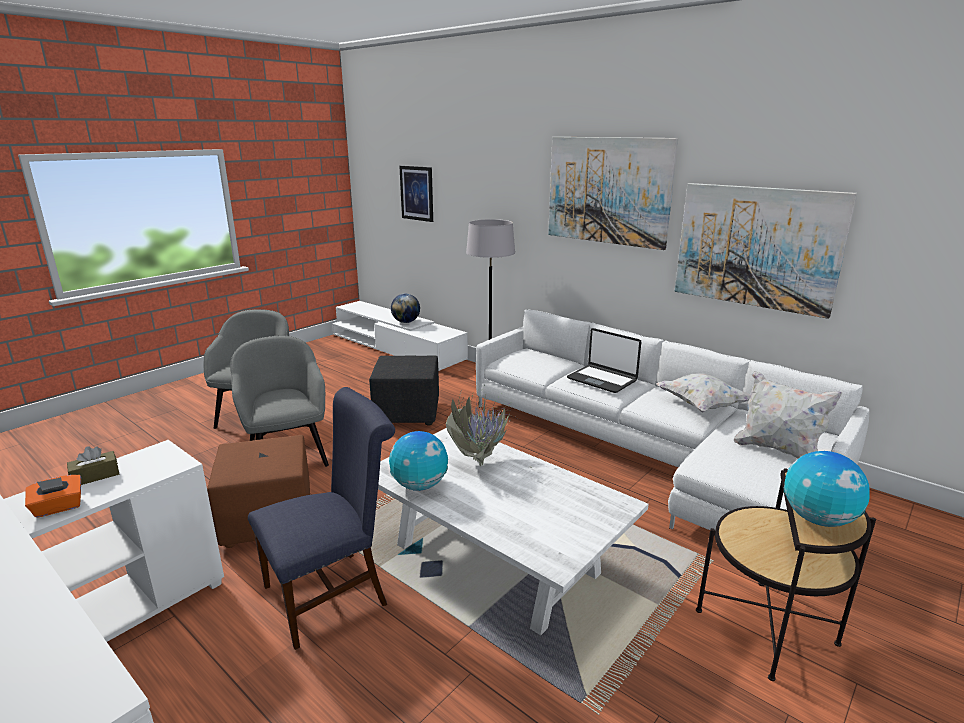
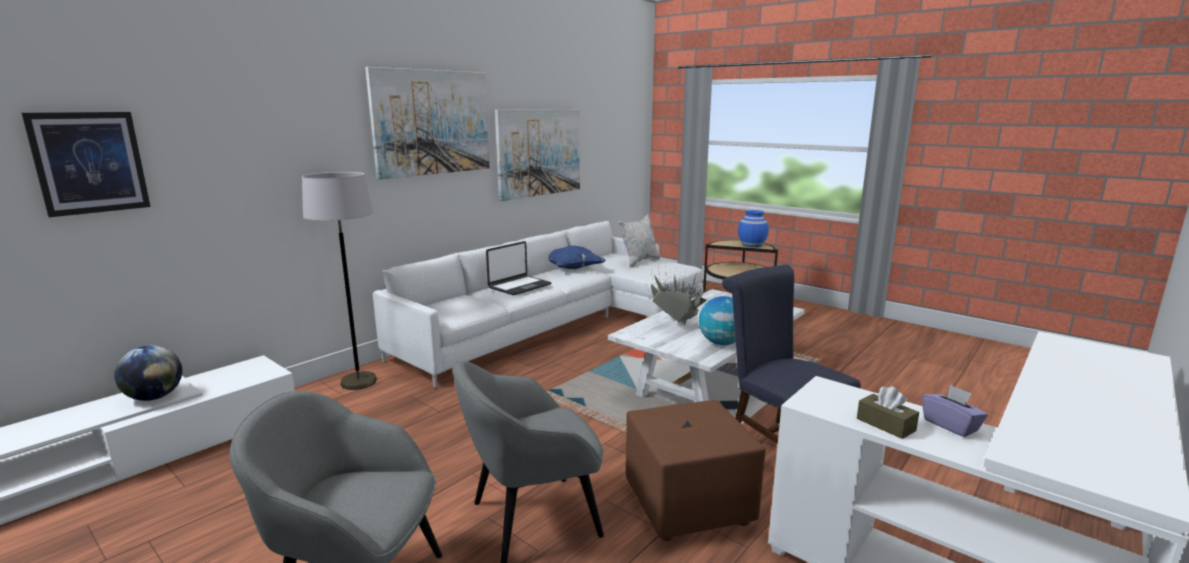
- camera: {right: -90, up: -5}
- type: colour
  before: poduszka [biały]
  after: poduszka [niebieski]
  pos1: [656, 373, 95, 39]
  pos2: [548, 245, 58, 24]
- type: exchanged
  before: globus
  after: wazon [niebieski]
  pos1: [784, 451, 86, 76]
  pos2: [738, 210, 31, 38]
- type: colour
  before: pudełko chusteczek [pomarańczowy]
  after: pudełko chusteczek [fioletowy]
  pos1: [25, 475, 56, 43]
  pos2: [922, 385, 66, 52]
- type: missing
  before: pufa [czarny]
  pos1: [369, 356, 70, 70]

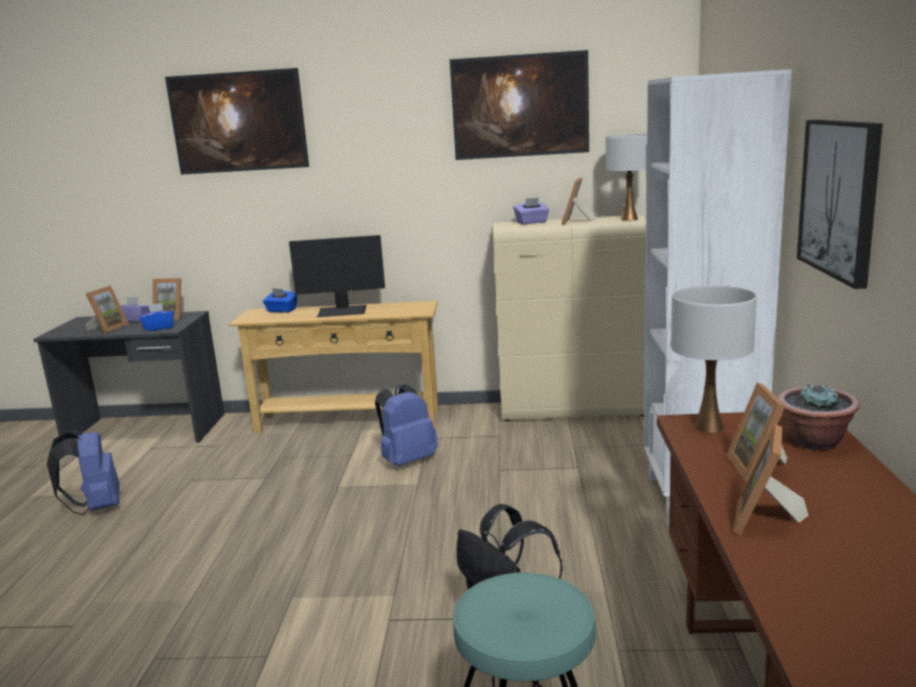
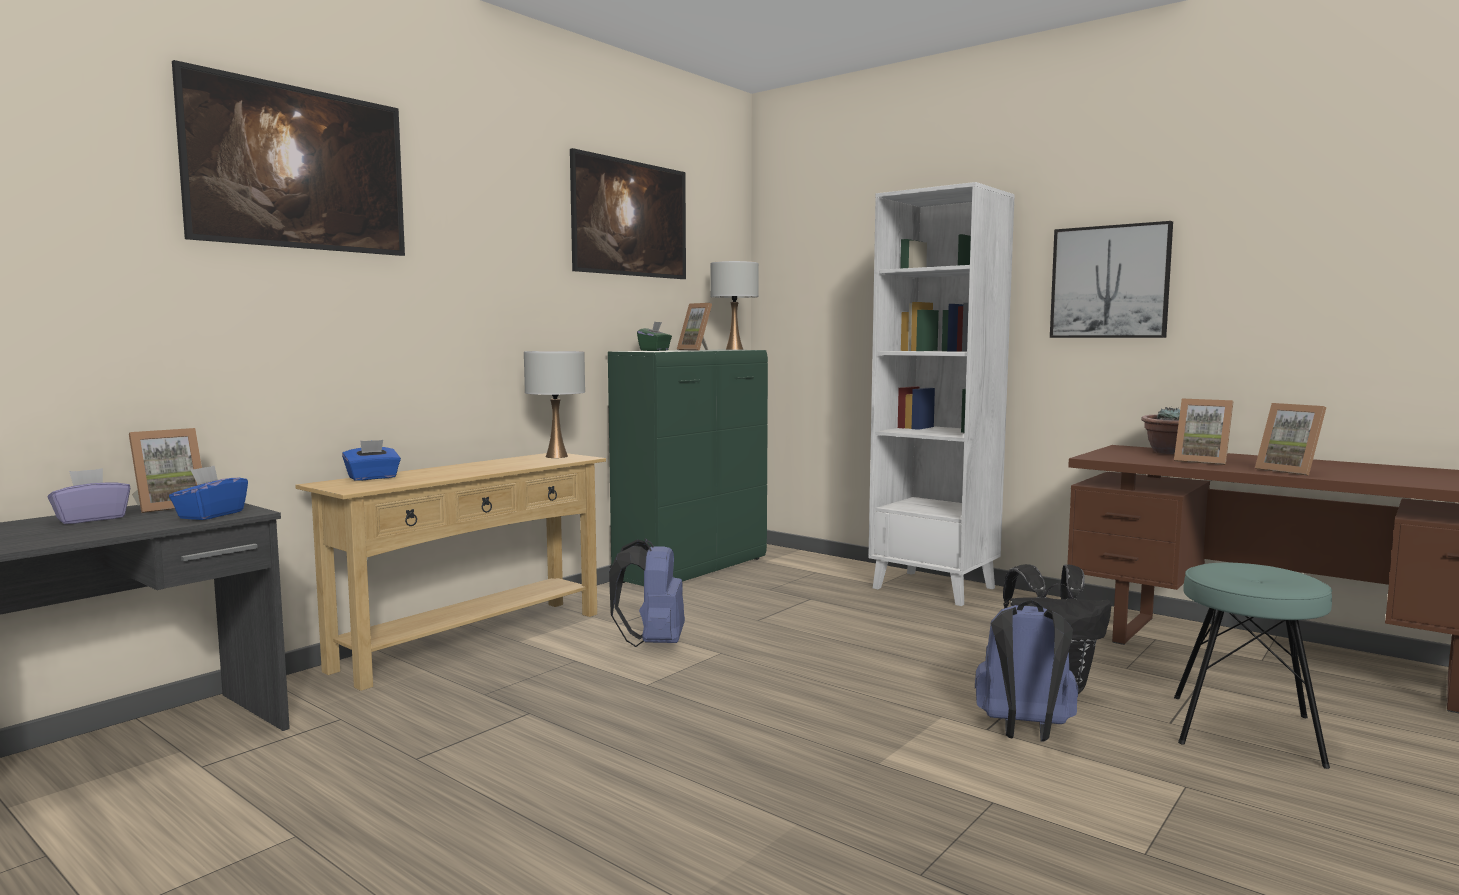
- camera: {right: -55, up: -10}
- type: relocated
  before: lampa stołowa [biały]
  pos1: [671, 285, 86, 148]
  pos2: [524, 351, 61, 107]
- type: colour
  before: szafka [beżowy]
  after: szafka [zielony]
  pos1: [493, 215, 153, 206]
  pos2: [608, 350, 160, 236]
- type: colour
  before: pudełko chusteczek [fioletowy]
  after: pudełko chusteczek [zielony]
  pos1: [514, 198, 36, 26]
  pos2: [637, 321, 35, 30]
- type: relocated
  before: plecak [niebieski]
  pos1: [47, 430, 72, 85]
  pos2: [975, 600, 103, 142]
- type: missing
  before: ramka na zdjęcie
  pos1: [85, 286, 44, 47]
- type: missing
  before: monitor
  pos1: [289, 235, 96, 82]

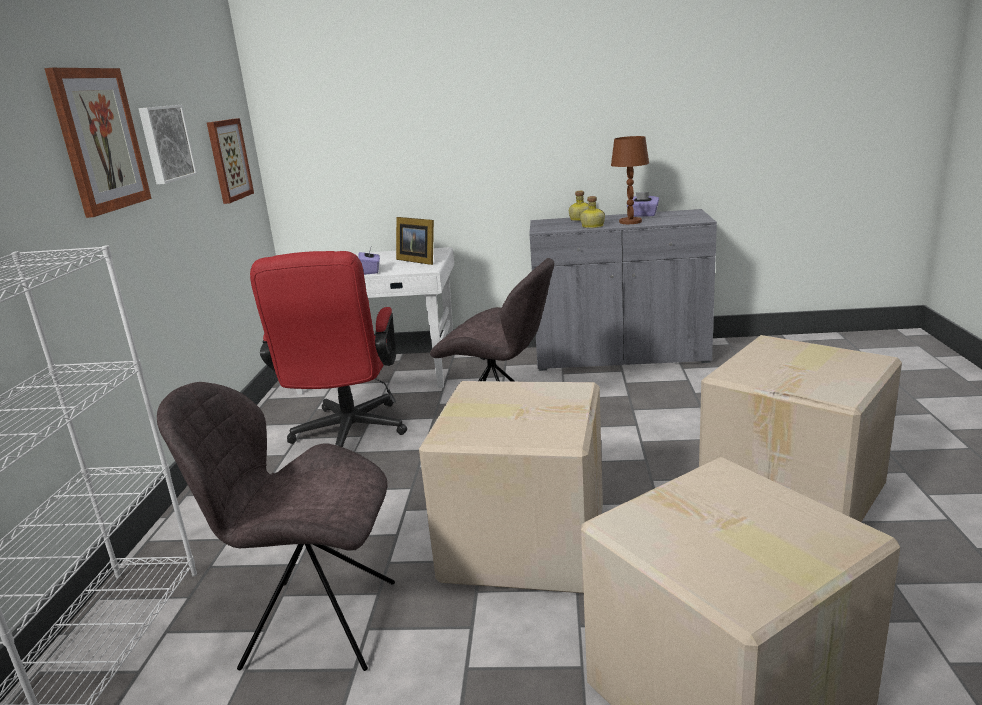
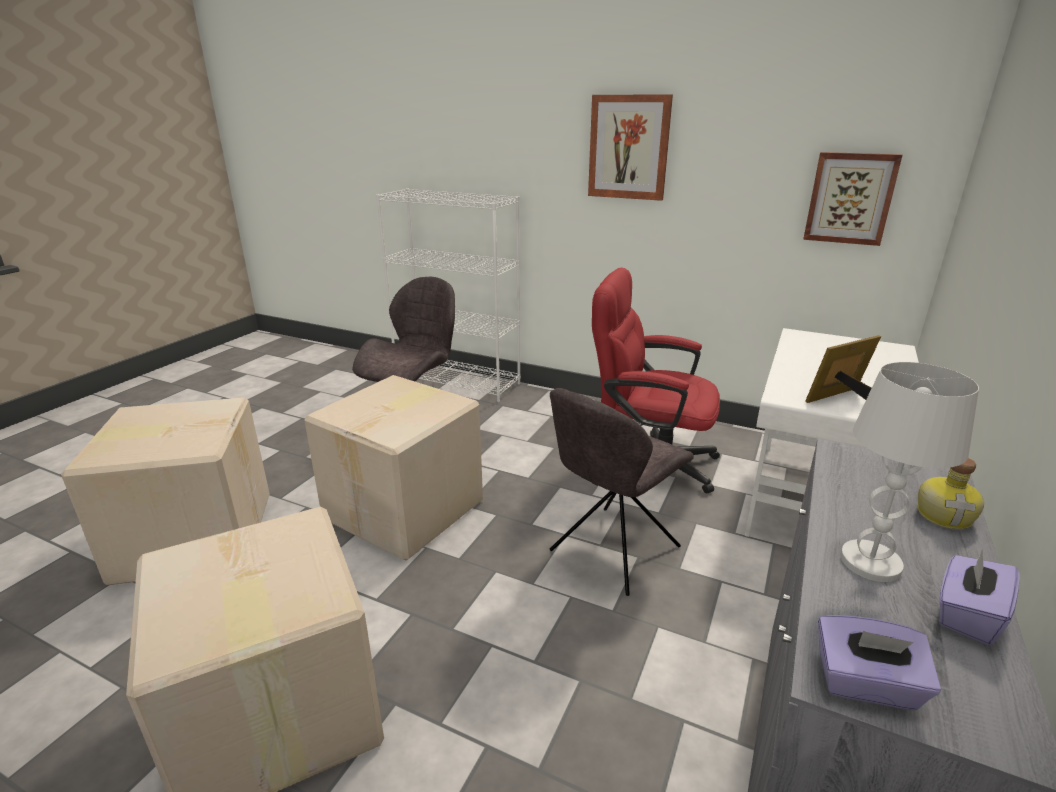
- camera: {right: 110, up: 5}
- type: relocated
  before: pudełko chusteczek [fioletowy]
  pos1: [358, 248, 22, 27]
  pos2: [818, 615, 123, 95]
- type: colour
  before: lampa stołowa [brązowy]
  after: lampa stołowa [biały]
  pos1: [611, 136, 38, 88]
  pos2: [841, 362, 138, 220]
- type: missing
  before: obraz
  pos1: [139, 105, 58, 80]
- type: missing
  before: butelka
  pos1: [580, 196, 25, 32]

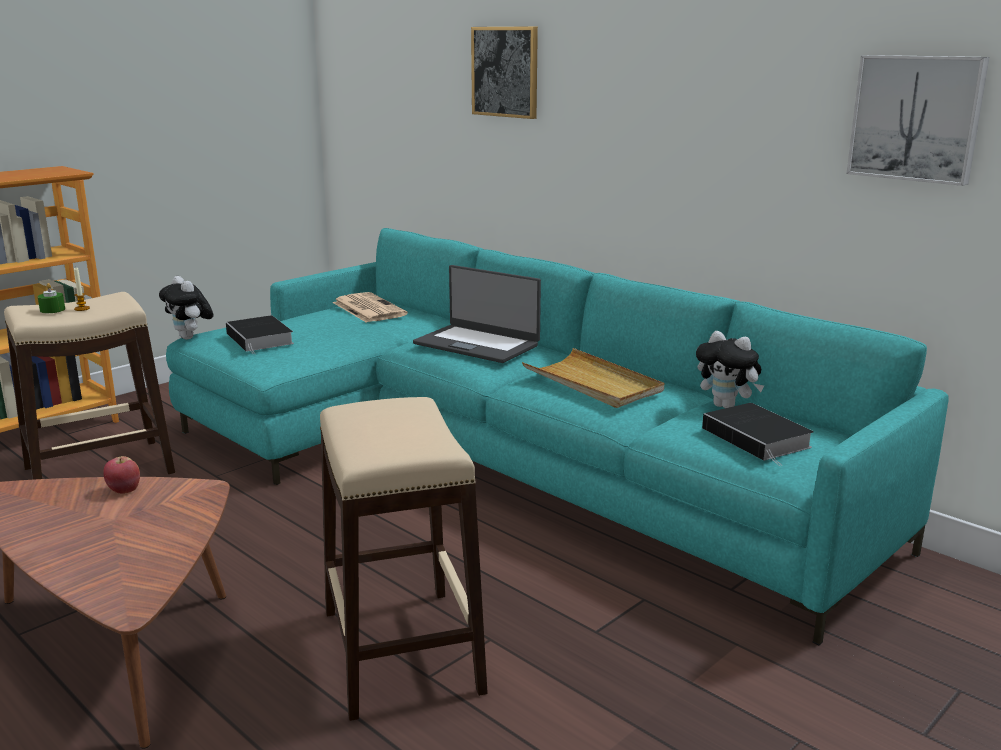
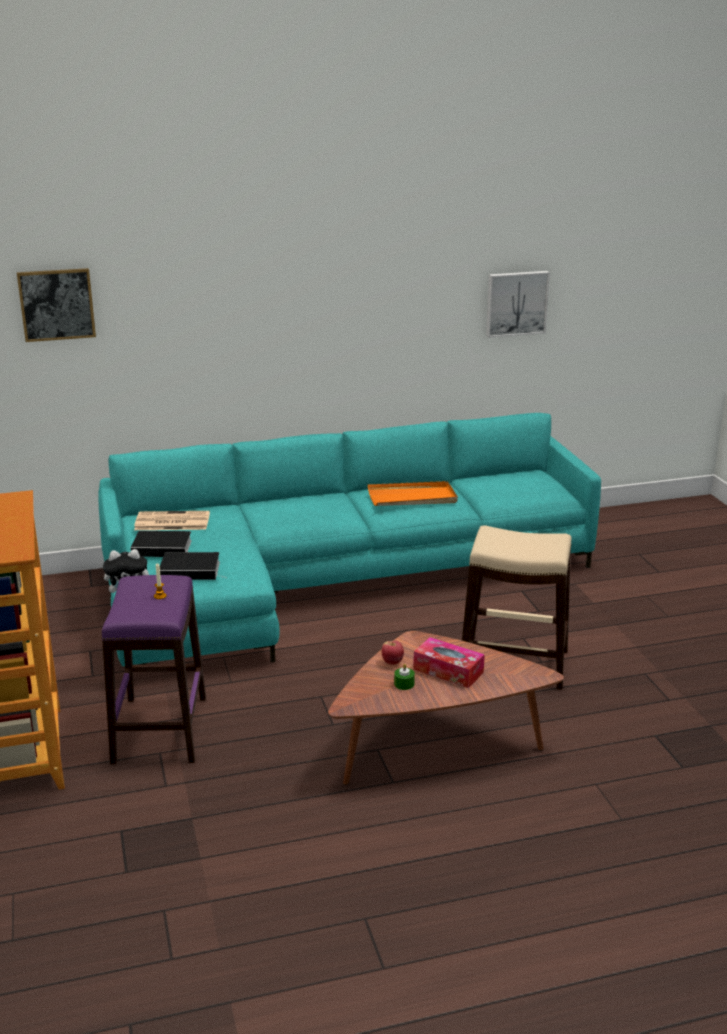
- camera: {right: -60, up: 5}
- type: relocated
  before: obraz
  pos1: [471, 27, 67, 92]
  pos2: [17, 268, 79, 74]
- type: colour
  before: stołek [beżowy]
  after: stołek [fioletowy]
  pos1: [4, 292, 171, 188]
  pos2: [102, 575, 104, 189]
- type: relocated
  before: książka
  pos1: [702, 403, 112, 63]
  pos2: [131, 531, 61, 26]
- type: colour
  before: taca [beżowy]
  after: taca [pomarańczowy]
  pos1: [522, 348, 142, 60]
  pos2: [368, 481, 90, 25]
- type: relocated
  before: świeca [zielony]
  pos1: [37, 283, 28, 30]
  pos2: [394, 664, 21, 26]
- type: appeared
  after: pudełko chusteczek
  pos2: [413, 637, 72, 51]
- type: missing
  before: laptop
  pos1: [413, 265, 128, 98]
- type: missing
  before: pluszak
  pos1: [696, 331, 68, 77]

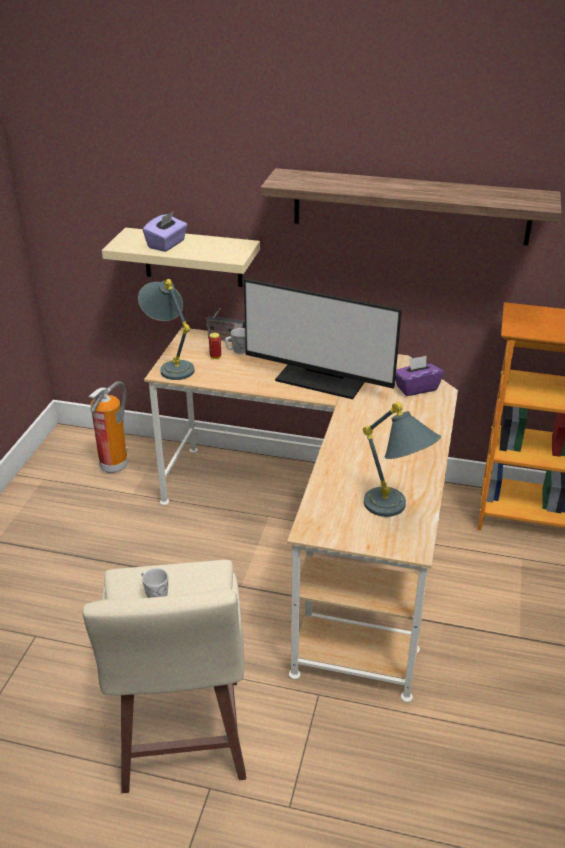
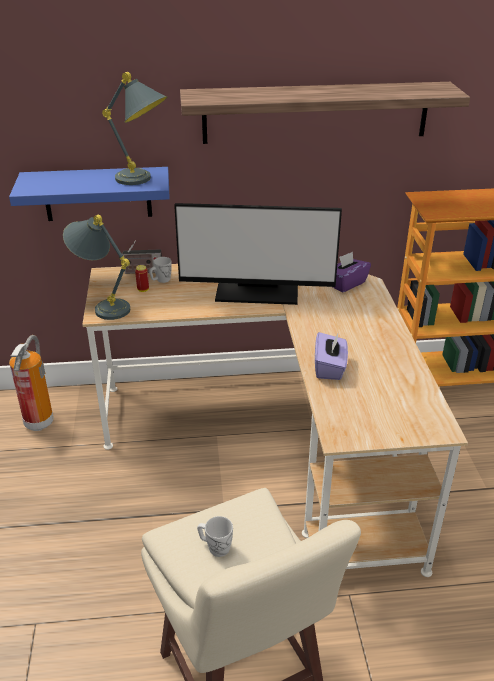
- camera: {right: -20, up: 0}
- type: colour
  before: półka [beżowy]
  after: półka [niebieski]
  pos1: [102, 228, 158, 59]
  pos2: [9, 167, 161, 54]
- type: relocated
  before: lampa stołowa [szary]
  pos1: [363, 402, 78, 115]
  pos2: [102, 72, 65, 113]
- type: relocated
  before: pudełko chusteczek [fioletowy]
  pos1: [143, 211, 45, 41]
  pos2: [315, 332, 33, 48]

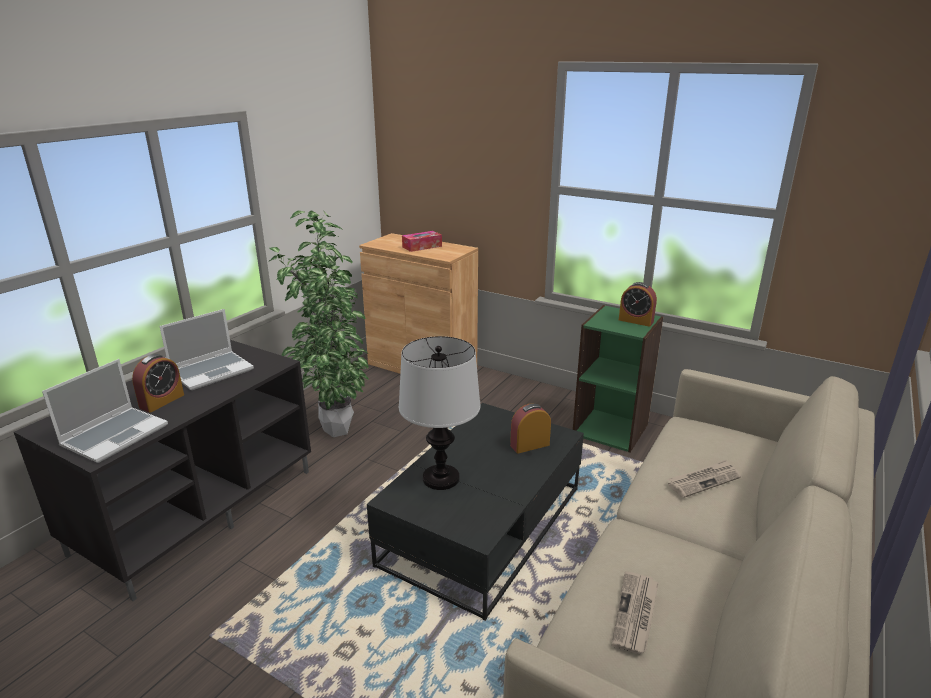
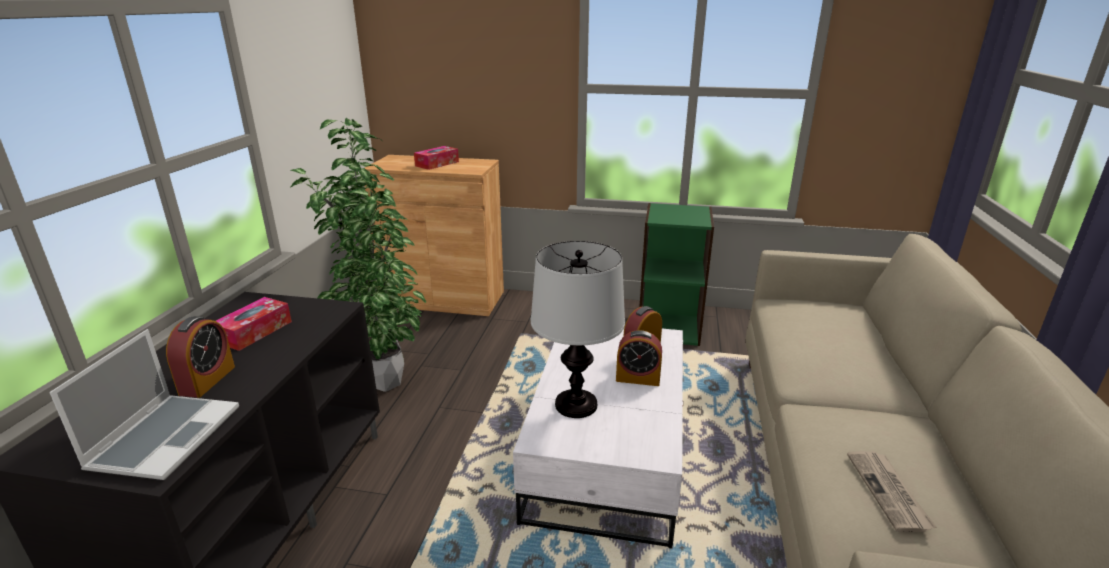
- camera: {right: -20, up: 0}
- type: exchanged
  before: laptop
  after: pudełko chusteczek
  pos1: [159, 309, 95, 81]
  pos2: [216, 297, 76, 54]
- type: colour
  before: ława [czarny]
  after: ława [biały]
  pos1: [367, 403, 217, 218]
  pos2: [513, 329, 170, 220]
- type: relocated
  before: budzik
  pos1: [619, 282, 38, 45]
  pos2: [616, 330, 46, 56]
- type: missing
  before: gazeta
  pos1: [668, 460, 73, 38]

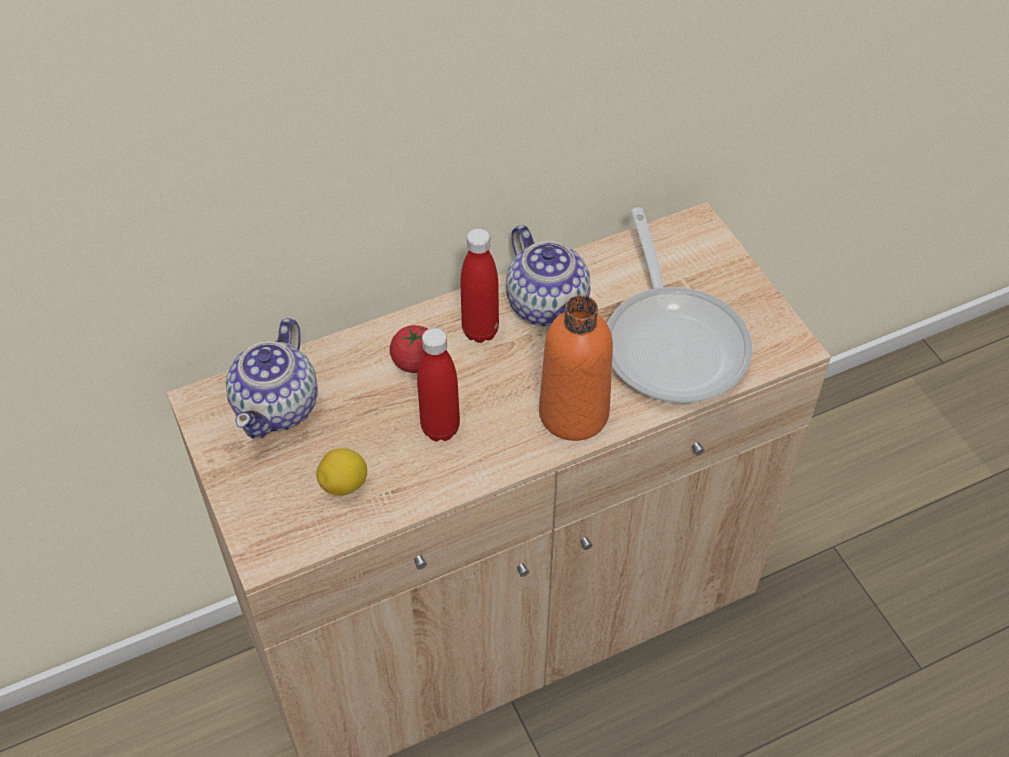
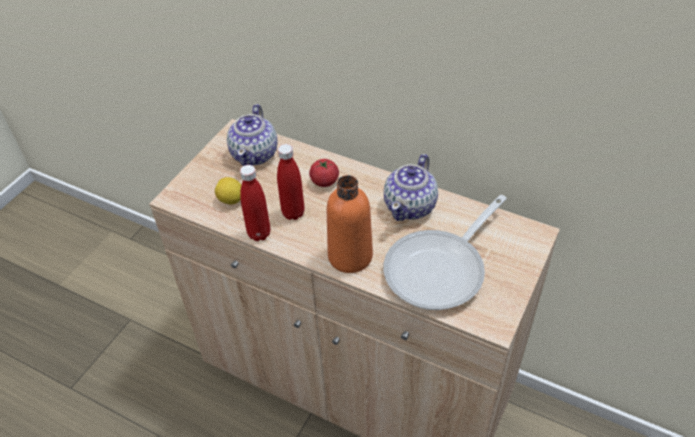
- camera: {right: 55, up: -5}
- type: spun
  before: imbryk
  pos1: [226, 318, 92, 121]
  pos2: [227, 104, 51, 62]
  turn: -60
- type: relocated
  before: butelka [czerwony]
  pos1: [460, 228, 39, 115]
  pos2: [240, 165, 31, 76]

